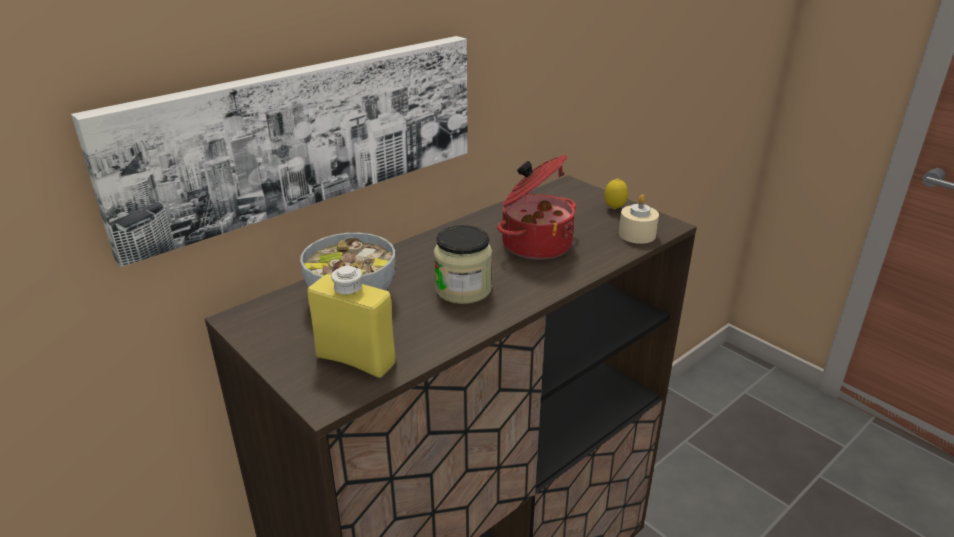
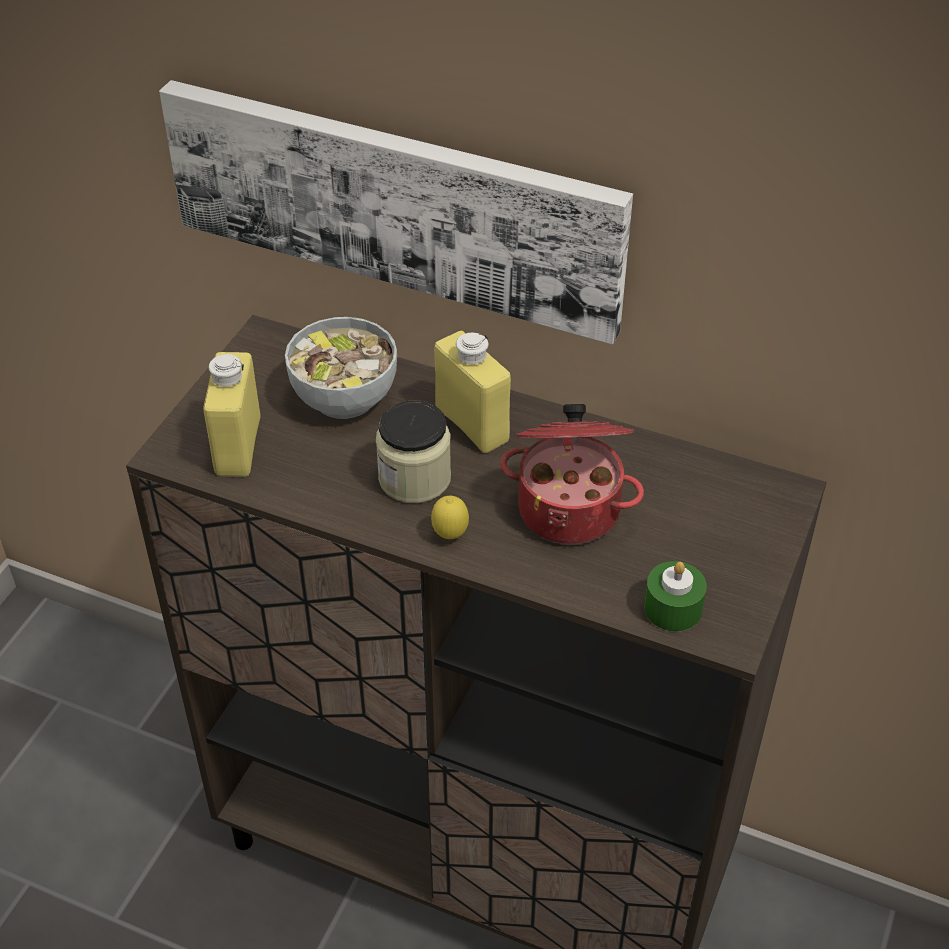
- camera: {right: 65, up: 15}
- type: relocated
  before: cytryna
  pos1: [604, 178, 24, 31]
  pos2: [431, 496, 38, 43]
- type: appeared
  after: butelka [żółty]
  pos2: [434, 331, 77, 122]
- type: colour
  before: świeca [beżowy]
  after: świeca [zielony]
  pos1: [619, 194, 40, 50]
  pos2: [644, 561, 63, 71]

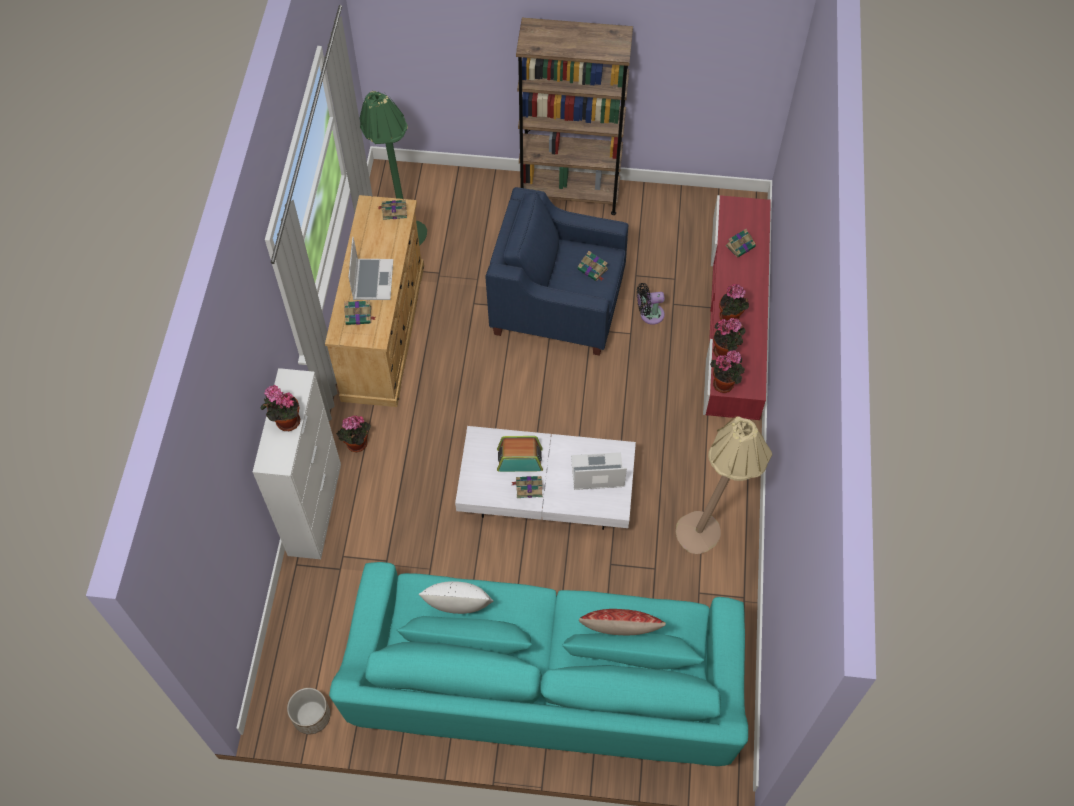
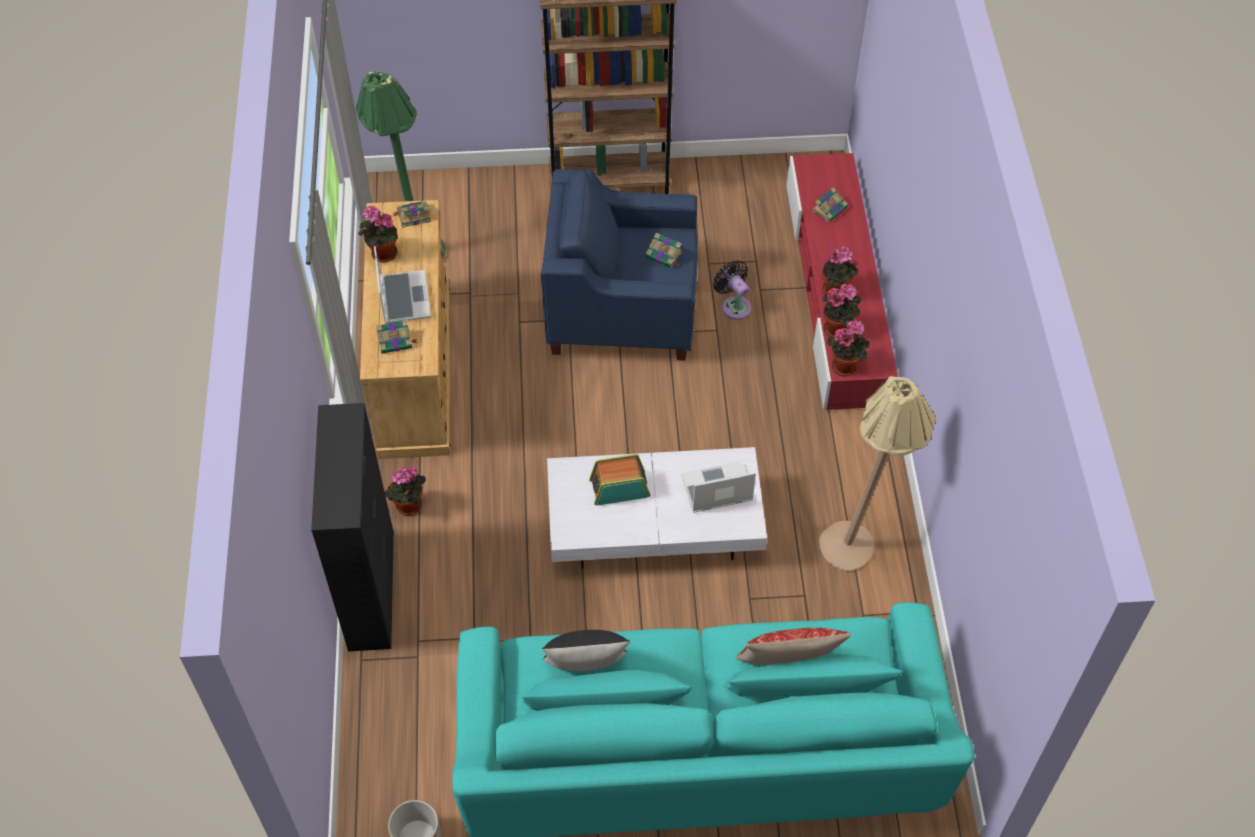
- camera: {right: -10, up: -5}
- type: colour
  before: szafka [biały]
  after: szafka [czarny]
  pos1: [253, 368, 88, 191]
  pos2: [311, 403, 83, 249]
- type: relocated
  before: roślina doniczkowa
  pos1: [260, 385, 40, 46]
  pos2: [358, 205, 40, 57]
- type: colour
  before: poduszka [biały]
  after: poduszka [czarny]
  pos1: [419, 581, 75, 33]
  pos2: [542, 630, 88, 41]
- type: spun
  before: wentylator [czarny]
  pos1: [637, 283, 28, 42]
  pos2: [713, 260, 38, 60]
  turn: 75
- type: missing
  before: książka
  pos1: [511, 476, 32, 22]

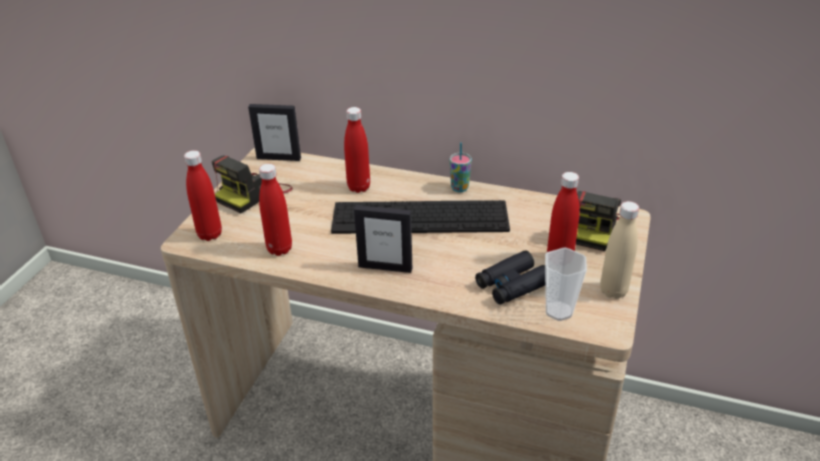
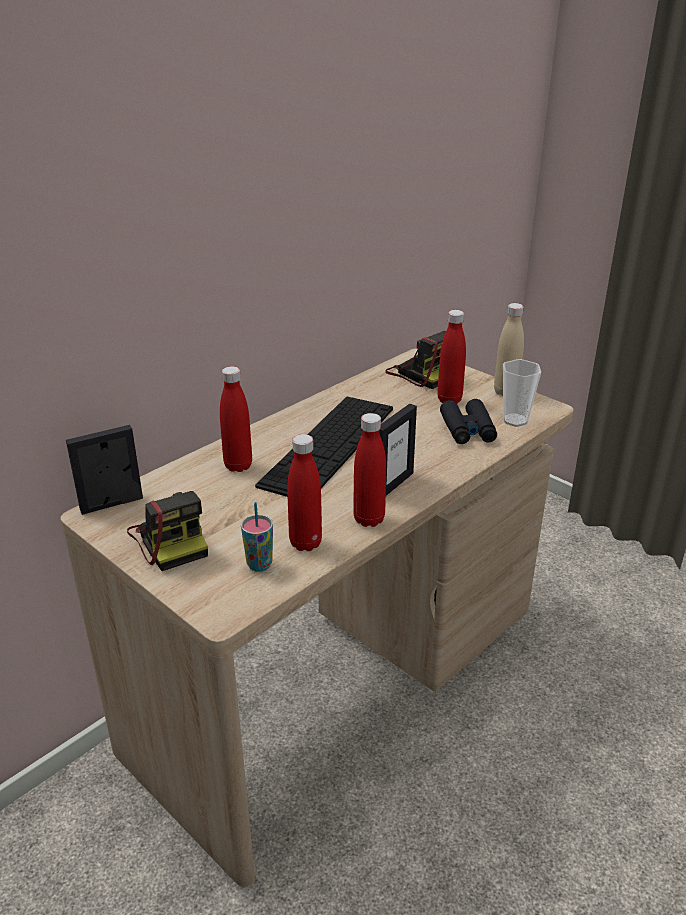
- camera: {right: -65, up: -5}
- type: spun
  before: ramka na zdjęcie
  pos1: [248, 104, 53, 57]
  pos2: [66, 425, 77, 90]
  turn: -150
- type: relocated
  before: filiżanka
  pos1: [450, 142, 22, 50]
  pos2: [241, 502, 32, 70]
- type: relocated
  before: butelka [czerwony]
  pos1: [184, 150, 38, 91]
  pos2: [353, 413, 33, 114]

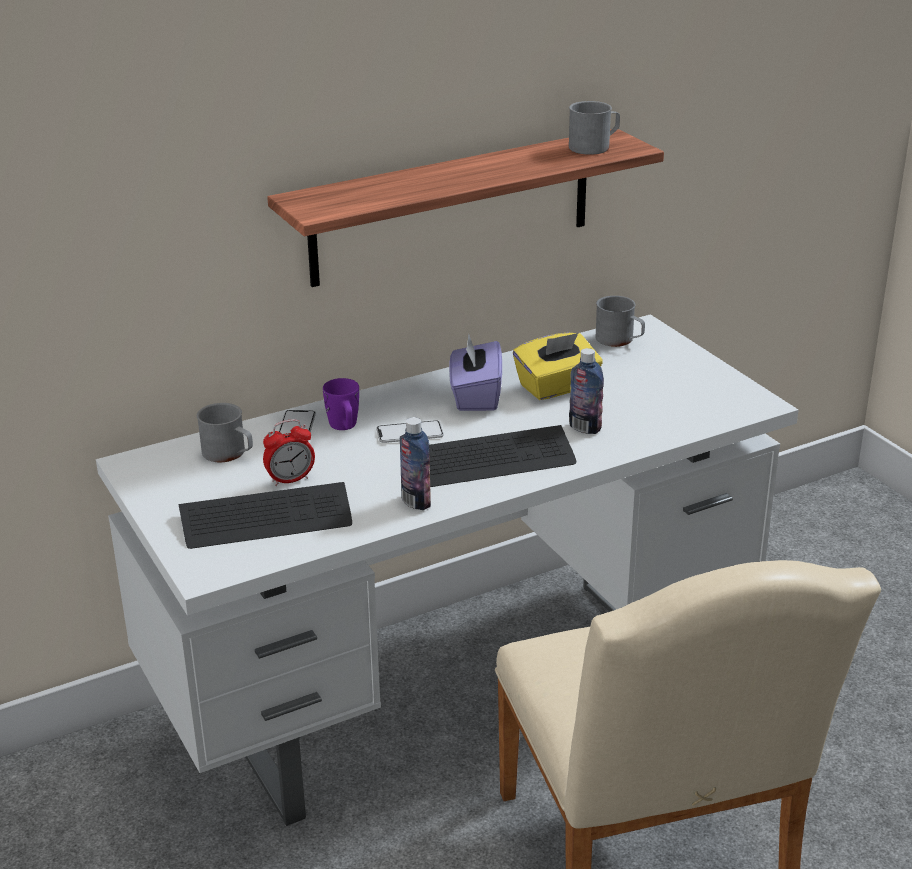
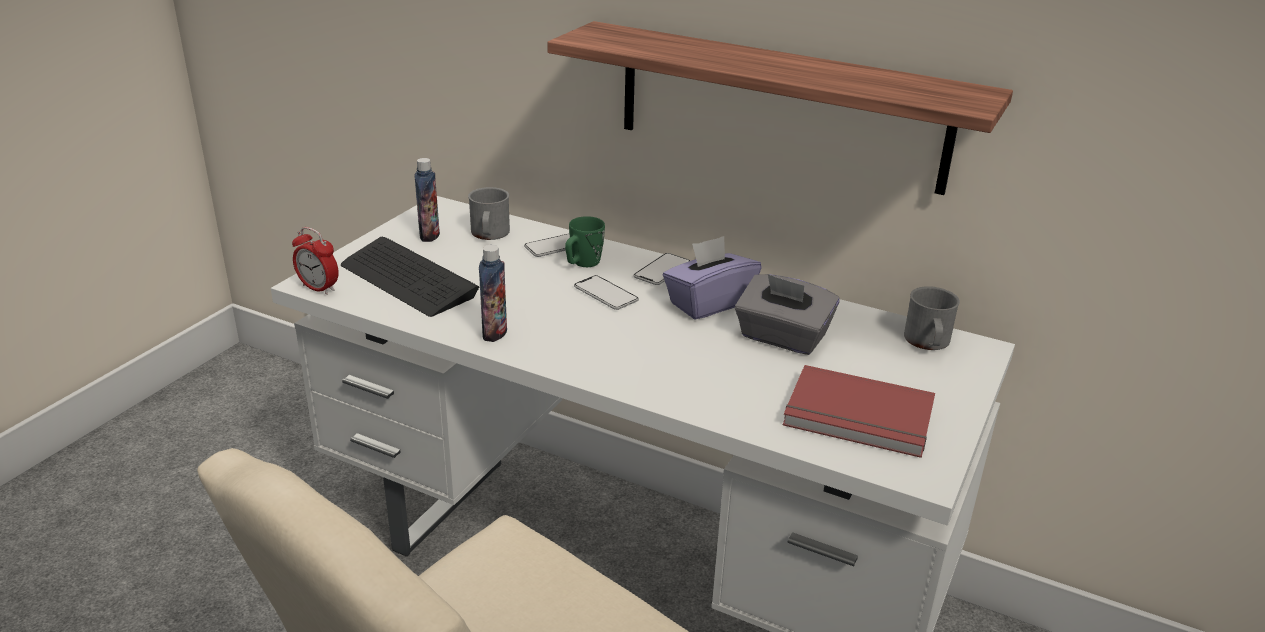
- camera: {right: 55, up: 0}
- type: relocated
  before: budzik
  pos1: [263, 419, 52, 67]
  pos2: [292, 227, 47, 68]
- type: relocated
  before: butelka
  pos1: [569, 348, 35, 86]
  pos2: [414, 158, 26, 84]
- type: colour
  before: kubek [fioletowy]
  after: kubek [zielony]
  pos1: [323, 378, 36, 52]
  pos2: [565, 216, 40, 51]
- type: appeared
  after: telefon
  pos2: [633, 253, 57, 32]
- type: colour
  before: pudełko chusteczek [żółty]
  after: pudełko chusteczek [szary]
  pos1: [513, 333, 90, 67]
  pos2: [735, 274, 104, 81]
- type: appeared
  after: książka [czerwony]
  pos2: [783, 365, 152, 93]
- type: missing
  before: klawiatura
  pos1: [429, 425, 147, 62]
- type: missing
  before: kubek [szary]
  pos1: [569, 101, 51, 54]

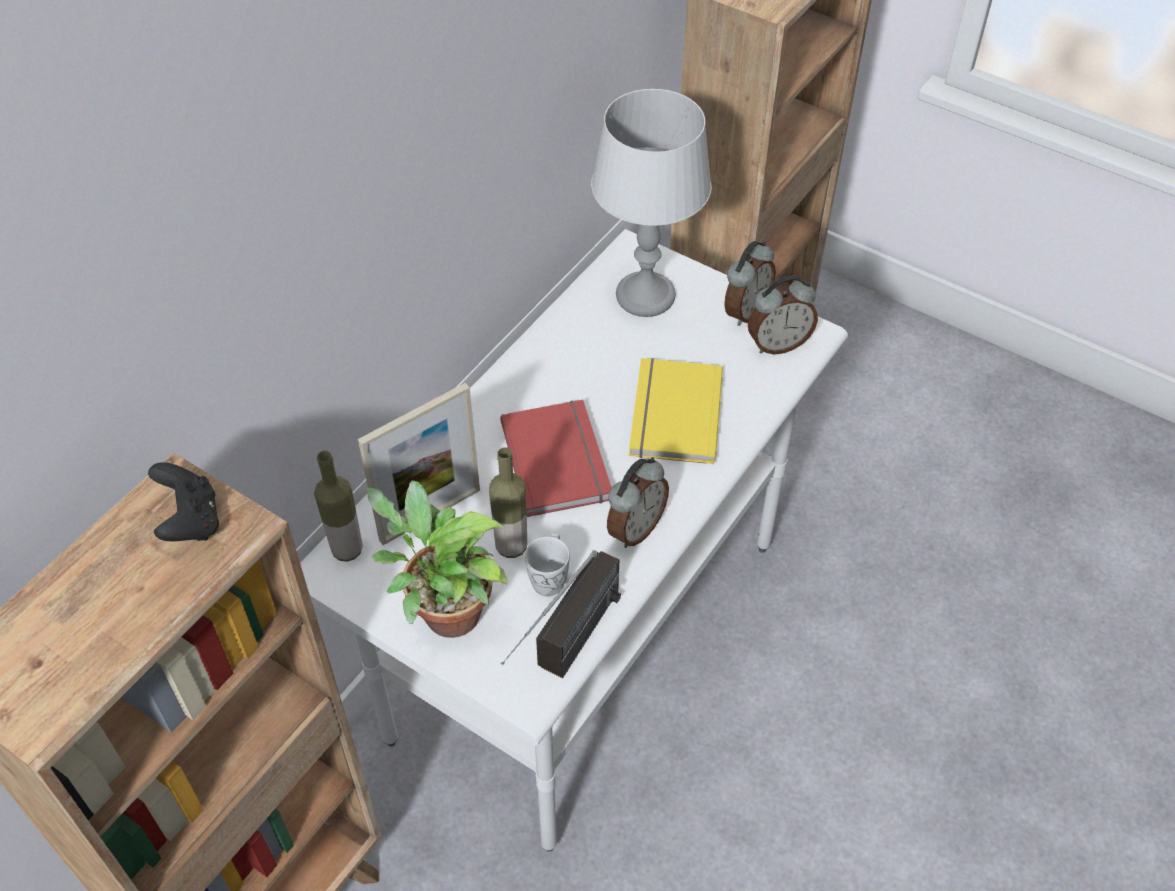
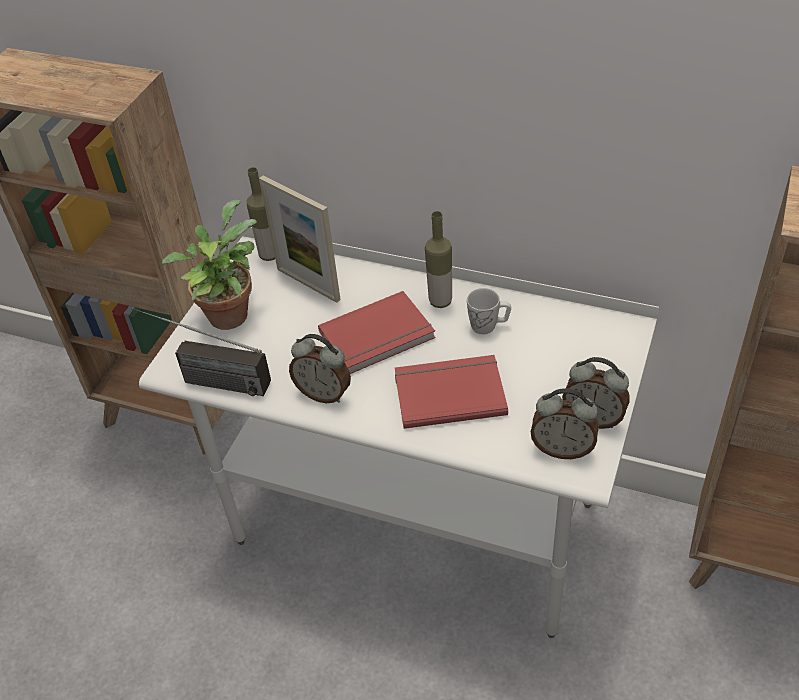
- camera: {right: 80, up: -5}
- type: colour
  before: książka [żółty]
  after: książka [czerwony]
  pos1: [629, 358, 94, 106]
  pos2: [395, 355, 113, 74]
- type: relocated
  before: butelka
  pos1: [489, 447, 38, 111]
  pos2: [425, 211, 27, 97]
- type: relocated
  before: kubek [biały]
  pos1: [525, 533, 45, 63]
  pos2: [467, 288, 44, 46]
- type: spun
  before: budzik
  pos1: [748, 276, 70, 78]
  pos2: [531, 388, 68, 71]
  turn: -45
- type: missing
  before: pad do gier [czarny]
  pos1: [148, 462, 71, 80]
- type: missing
  before: lampa stołowa [szary]
  pos1: [591, 89, 121, 228]

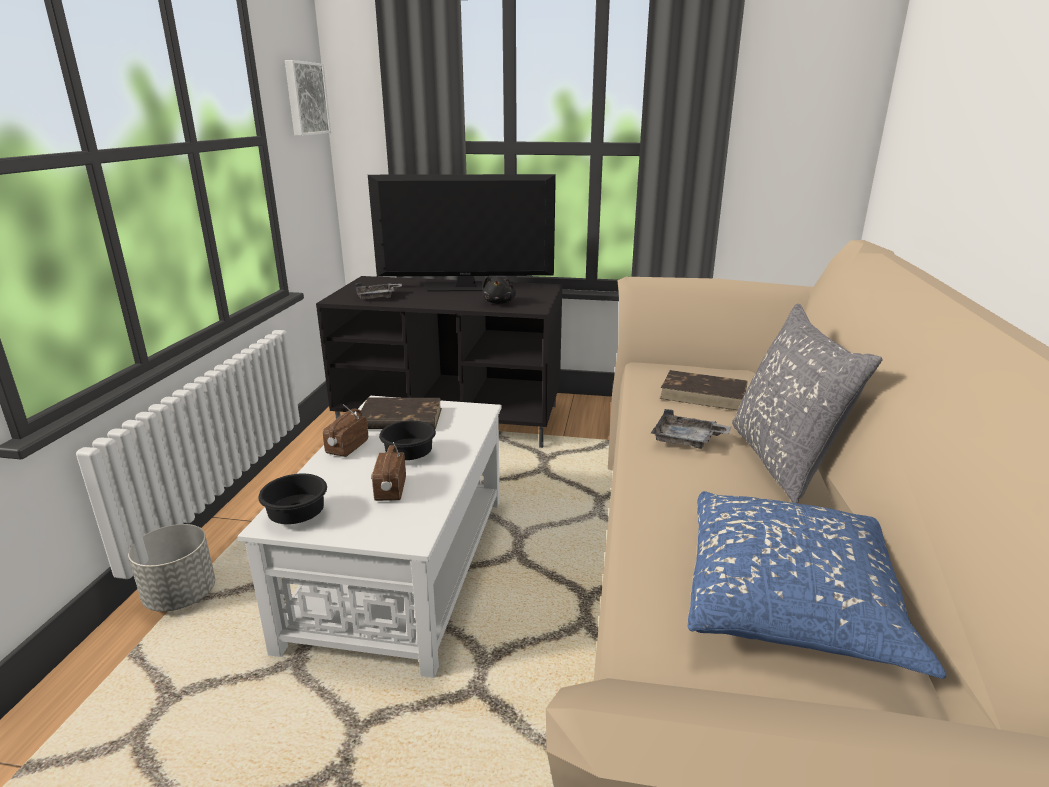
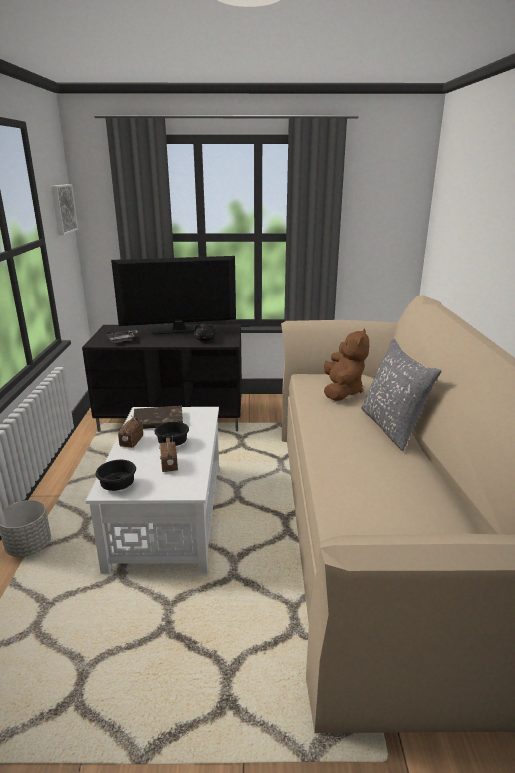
- camera: {right: -10, up: 0}
- type: exchanged
  before: książka [brązowy]
  after: pluszak [brązowy]
  pos1: [660, 370, 88, 41]
  pos2: [324, 329, 45, 72]
- type: missing
  before: taca [szary]
  pos1: [651, 409, 80, 40]
- type: missing
  before: poduszka [niebieski]
  pos1: [688, 491, 258, 188]

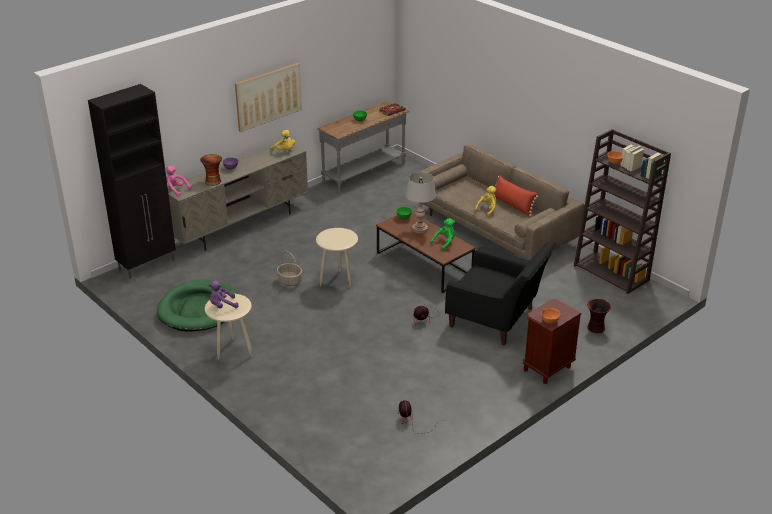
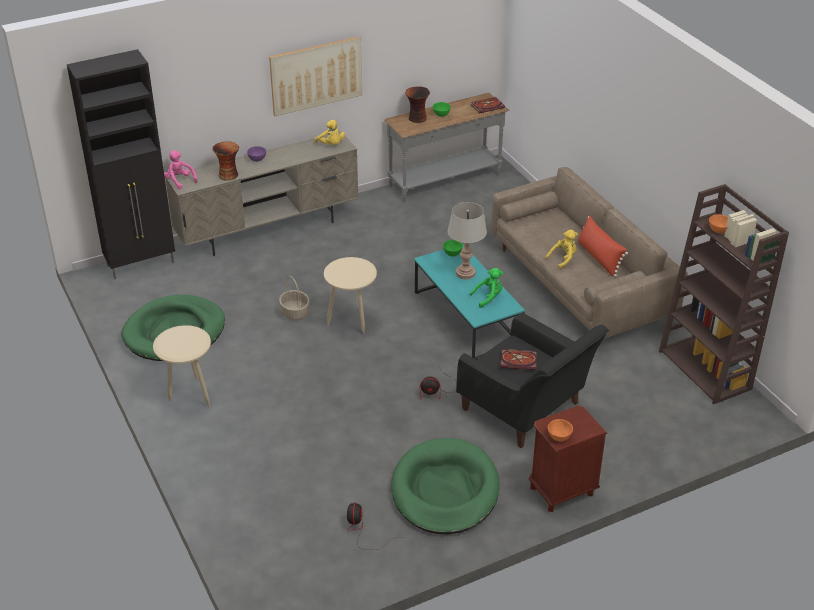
- camera: {right: 15, up: 5}
- type: appeared
  after: legowisko [zielony]
  pos2: [391, 438, 109, 97]
- type: relocated
  before: wazon
  pos1: [587, 299, 24, 34]
  pos2: [405, 86, 25, 37]
- type: colour
  before: ława [brązowy]
  after: ława [turkusowy]
  pos1: [376, 212, 100, 81]
  pos2: [414, 245, 111, 114]
- type: appeared
  after: książka
  pos2: [500, 349, 37, 21]
- type: missing
  before: pluszak [fioletowy]
  pos1: [208, 281, 31, 27]

